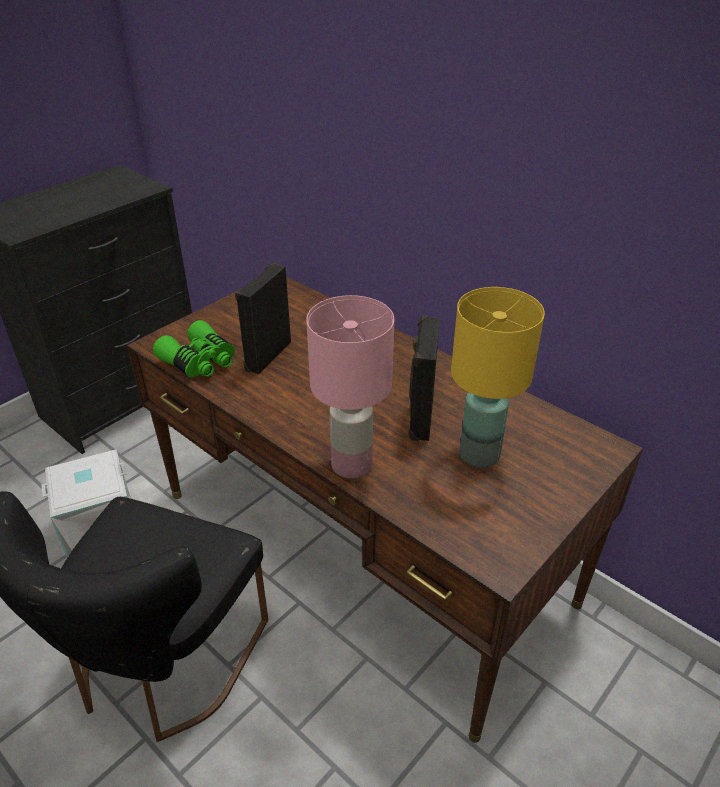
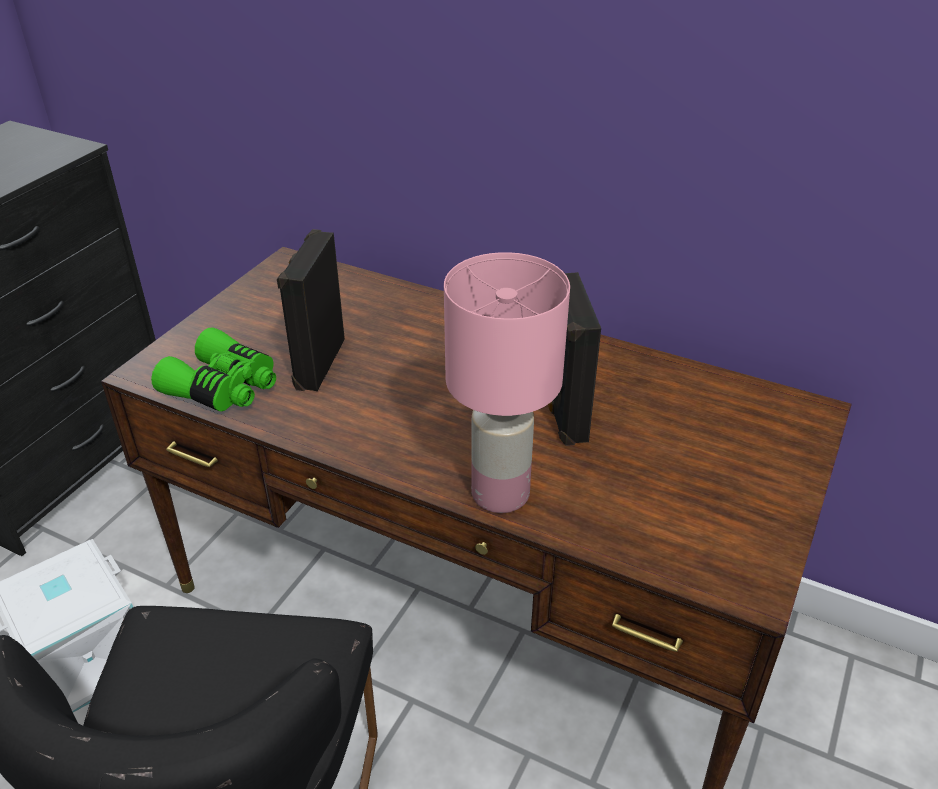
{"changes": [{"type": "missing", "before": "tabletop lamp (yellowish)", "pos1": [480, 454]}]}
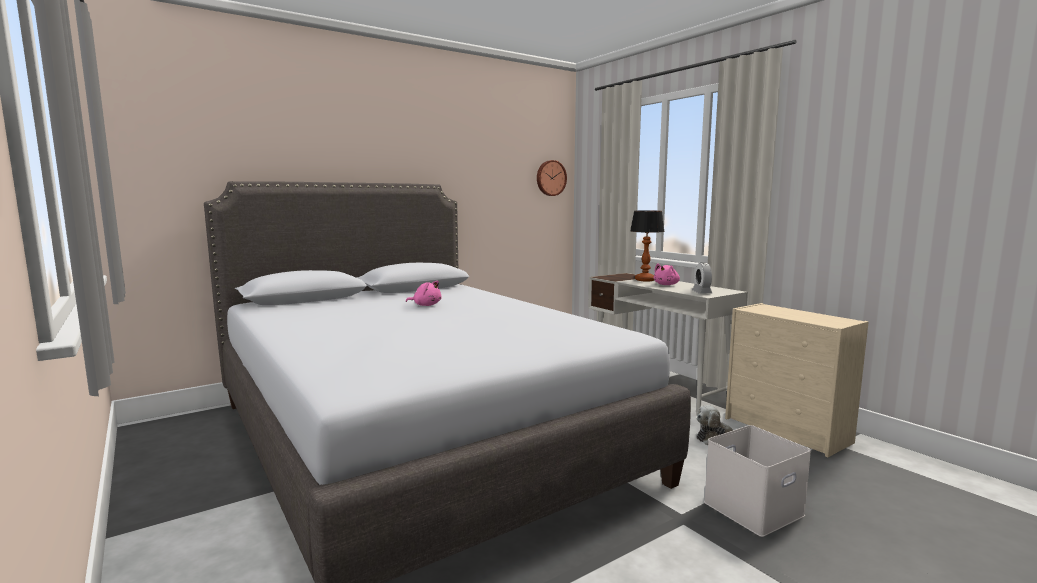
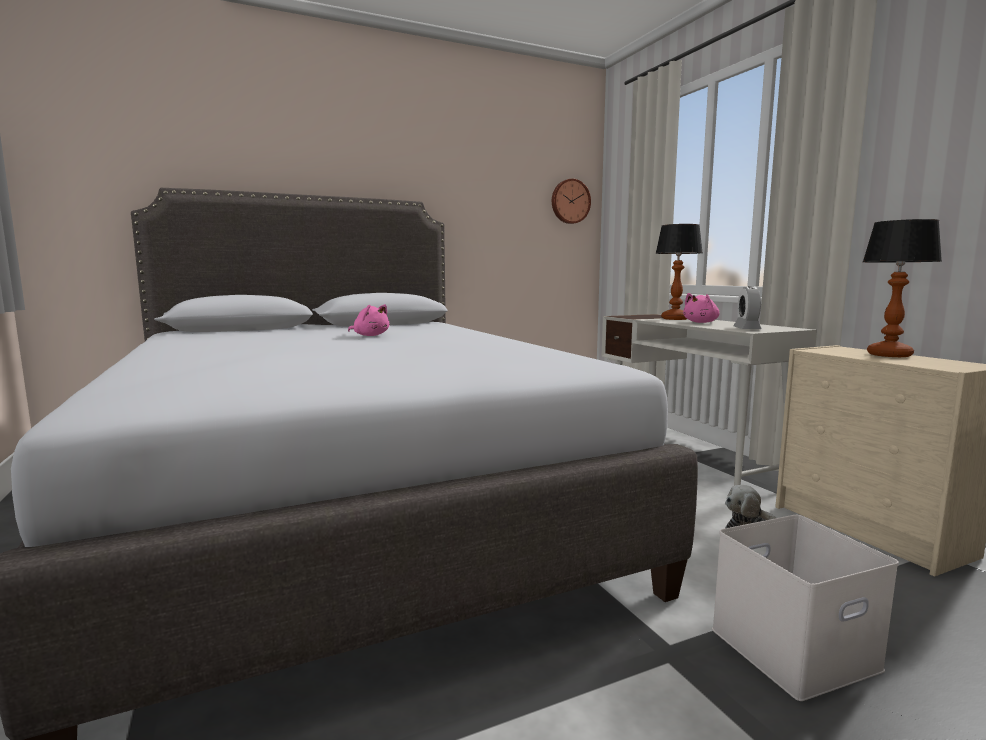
{"changes": [{"type": "appeared", "after": "tabletop lamp", "pos2": [888, 355]}]}
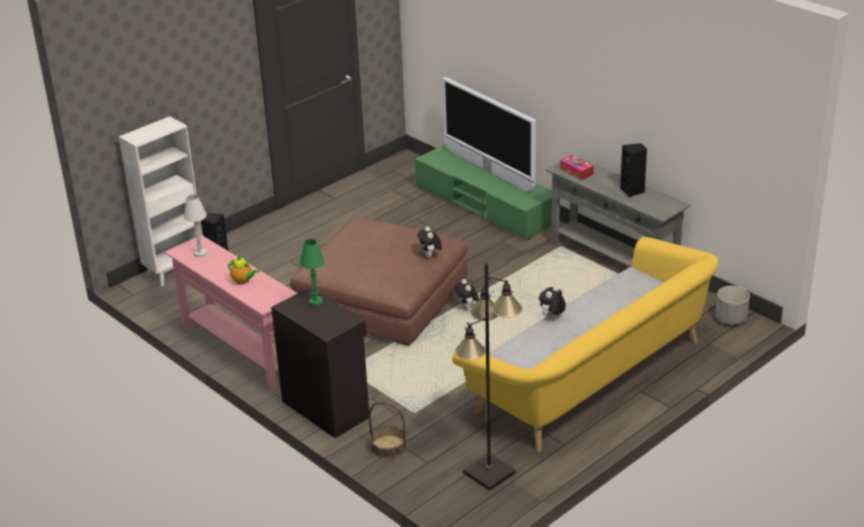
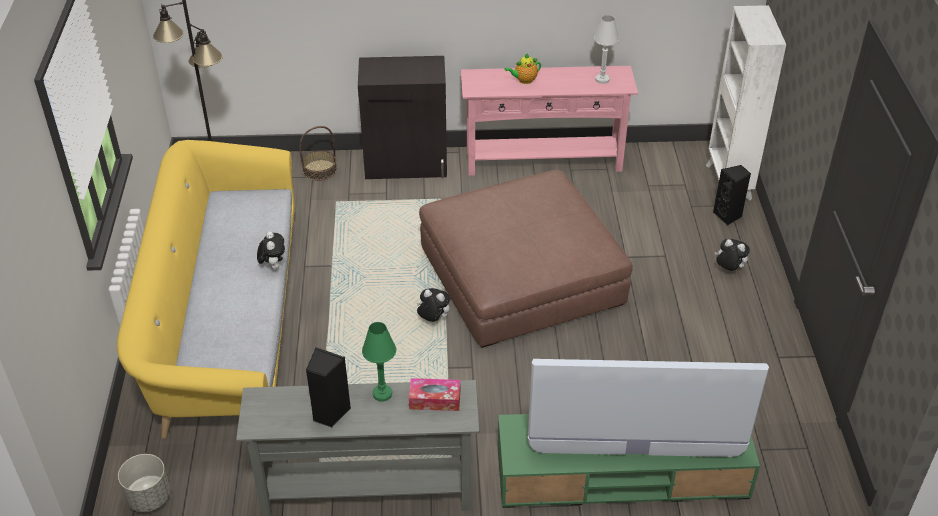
{"changes": [{"type": "relocated", "before": "tabletop lamp (green)", "pos1": [316, 302], "pos2": [382, 394]}, {"type": "relocated", "before": "plush toy", "pos1": [430, 256], "pos2": [728, 269]}]}
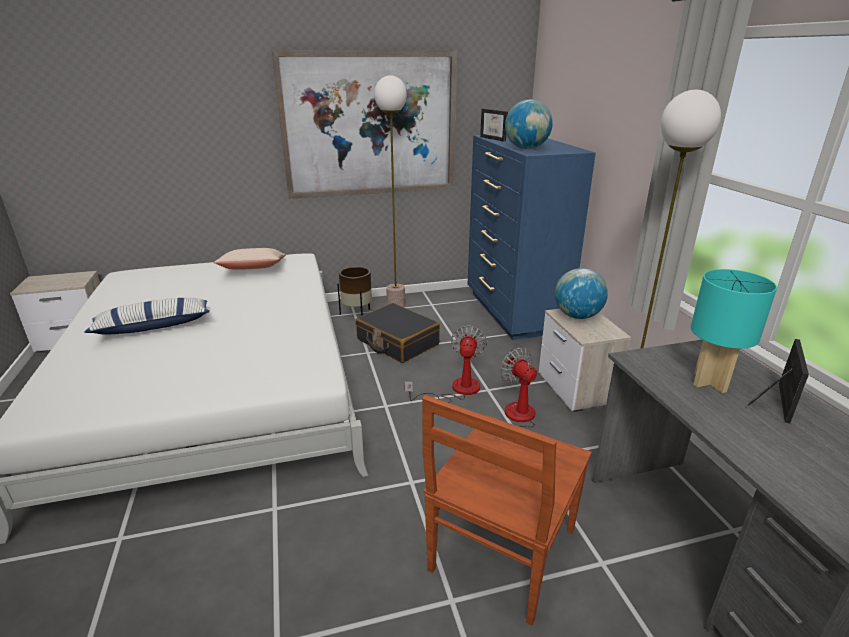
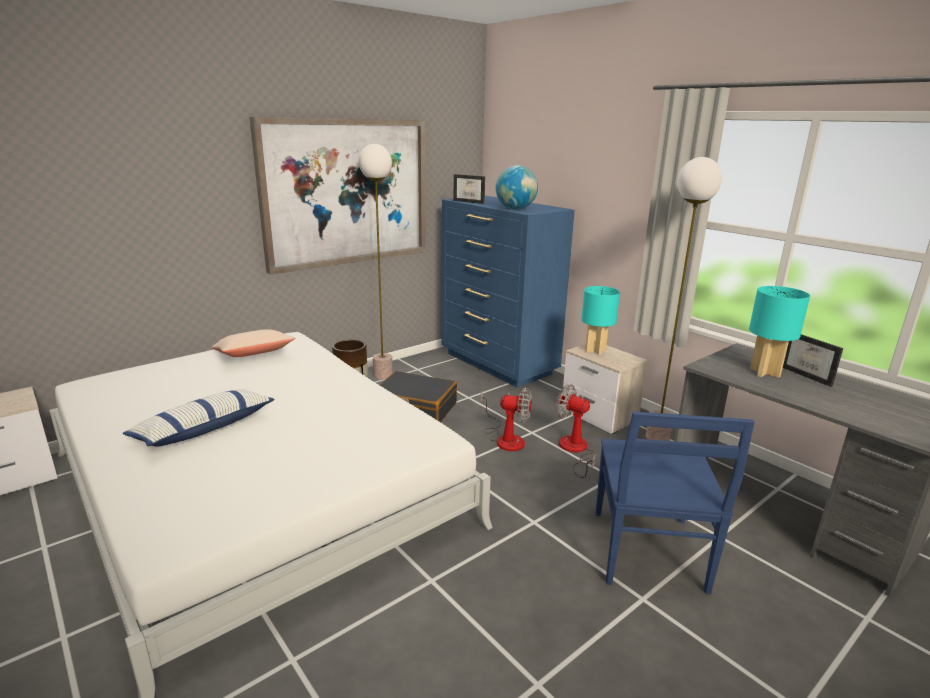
{"changes": [{"type": "spun", "before": "electric fan", "pos1": [456, 390], "pos2": [505, 438], "turn": 120}, {"type": "exchanged", "before": "globe", "after": "tabletop lamp (turquoise)", "pos1": [577, 316], "pos2": [595, 351]}, {"type": "colour", "before": "chair (brown)", "after": "chair (blue-coloured)", "pos1": [501, 552], "pos2": [647, 552]}, {"type": "spun", "before": "photo frame", "pos1": [775, 400], "pos2": [810, 375], "turn": 150}]}
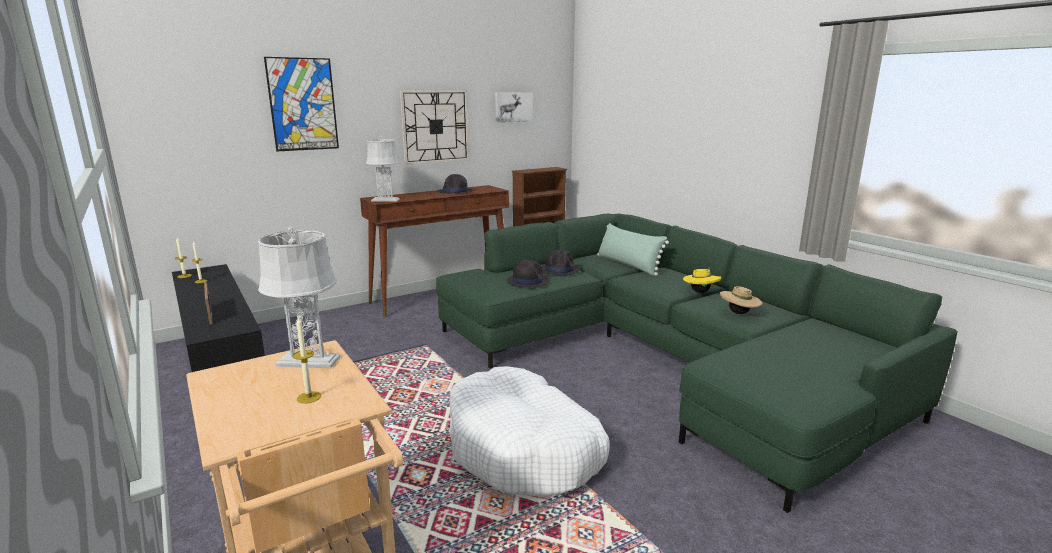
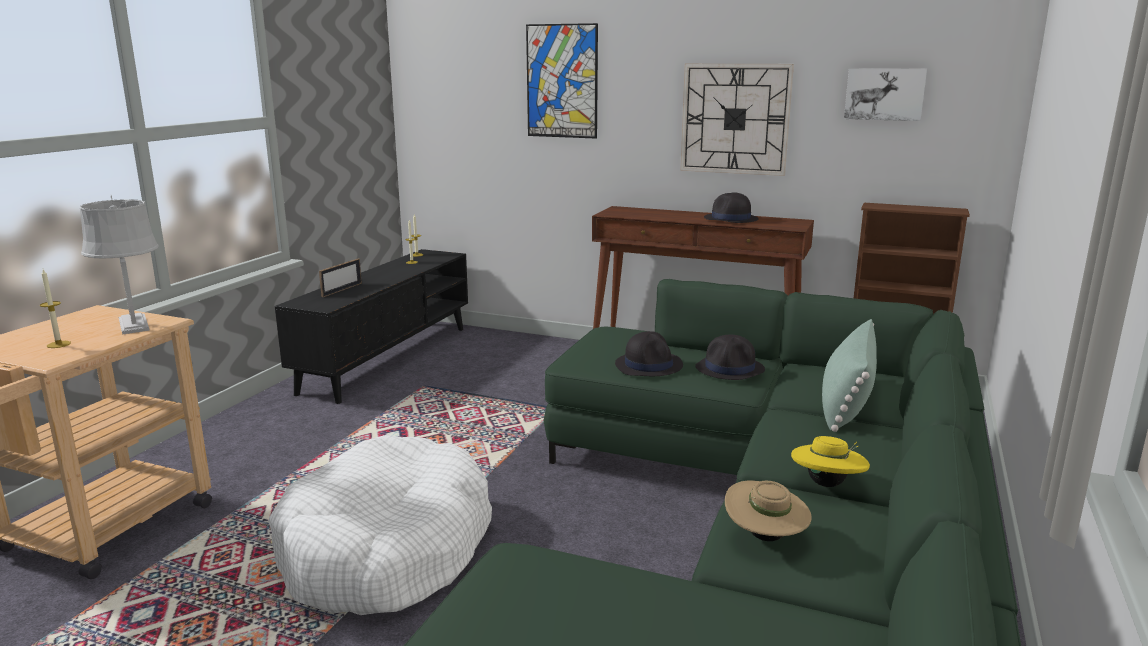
{"changes": [{"type": "missing", "before": "tabletop lamp (gray)", "pos1": [385, 200]}]}
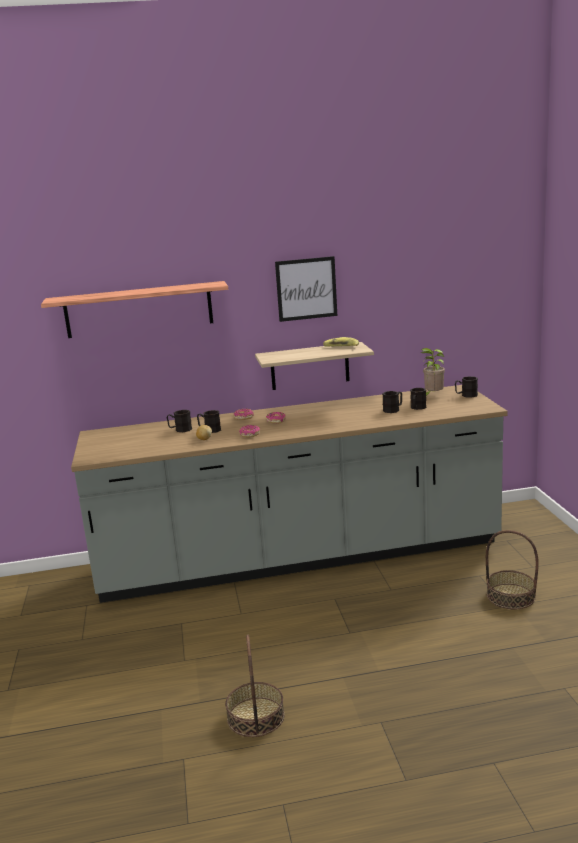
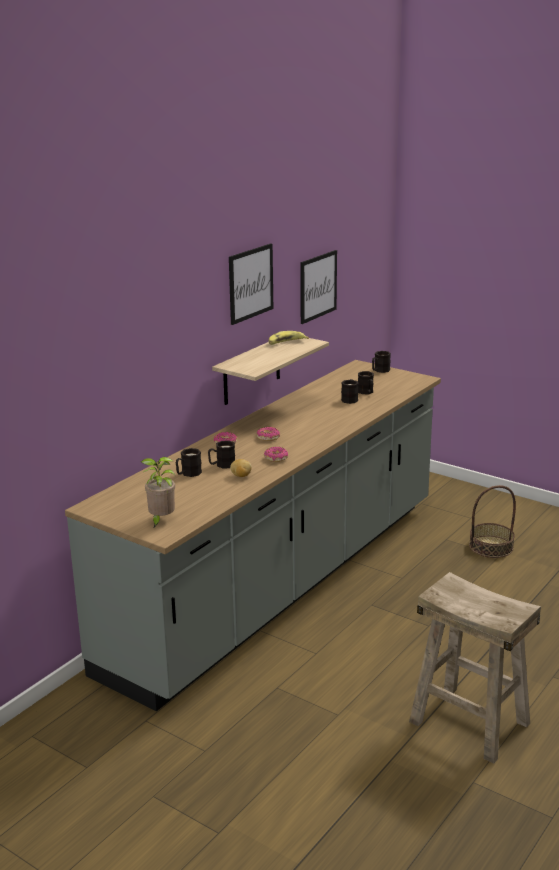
{"changes": [{"type": "relocated", "before": "potted plant", "pos1": [432, 396], "pos2": [161, 520]}, {"type": "appeared", "after": "wall art", "pos2": [318, 286]}, {"type": "exchanged", "before": "household basket", "after": "sitting stool (beige)", "pos1": [256, 717], "pos2": [470, 722]}, {"type": "missing", "before": "bracket shelf", "pos1": [139, 310]}]}
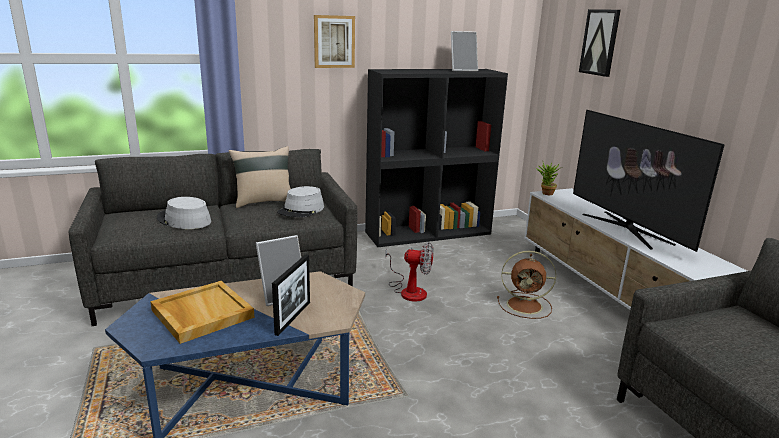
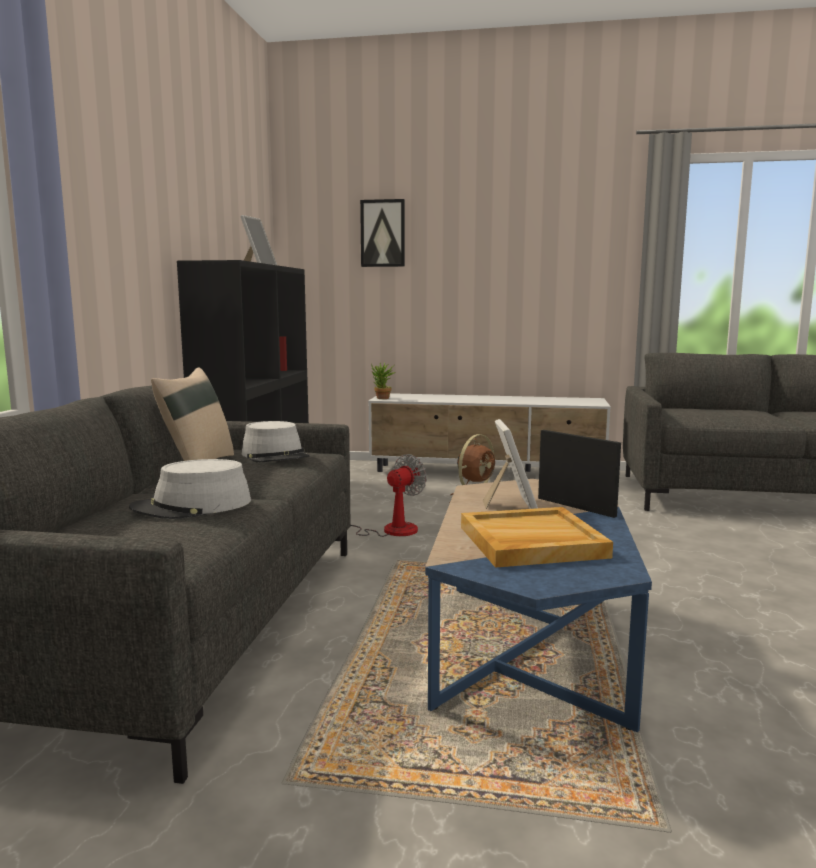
{"changes": [{"type": "missing", "before": "wall art", "pos1": [334, 41]}, {"type": "missing", "before": "TV set", "pos1": [626, 229]}]}
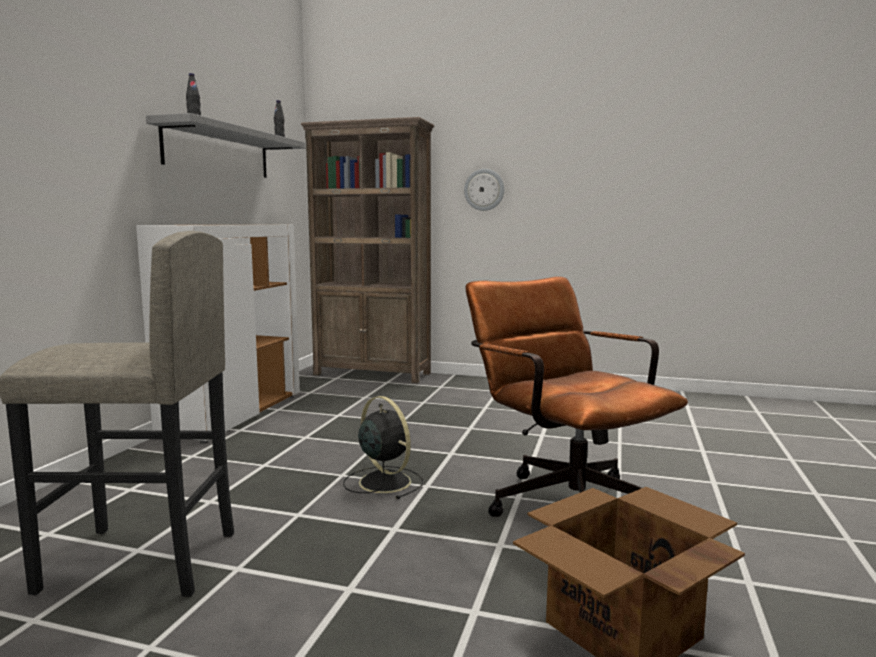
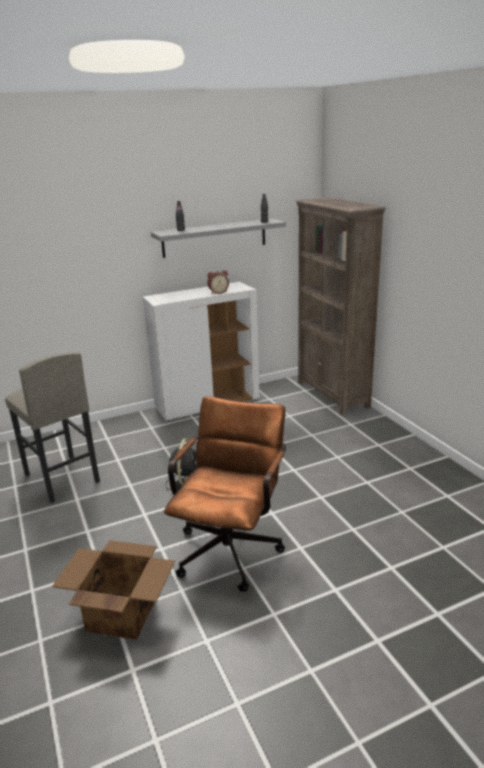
{"changes": [{"type": "appeared", "after": "bedside clock", "pos2": [218, 292]}, {"type": "missing", "before": "wall clock", "pos1": [484, 190]}]}
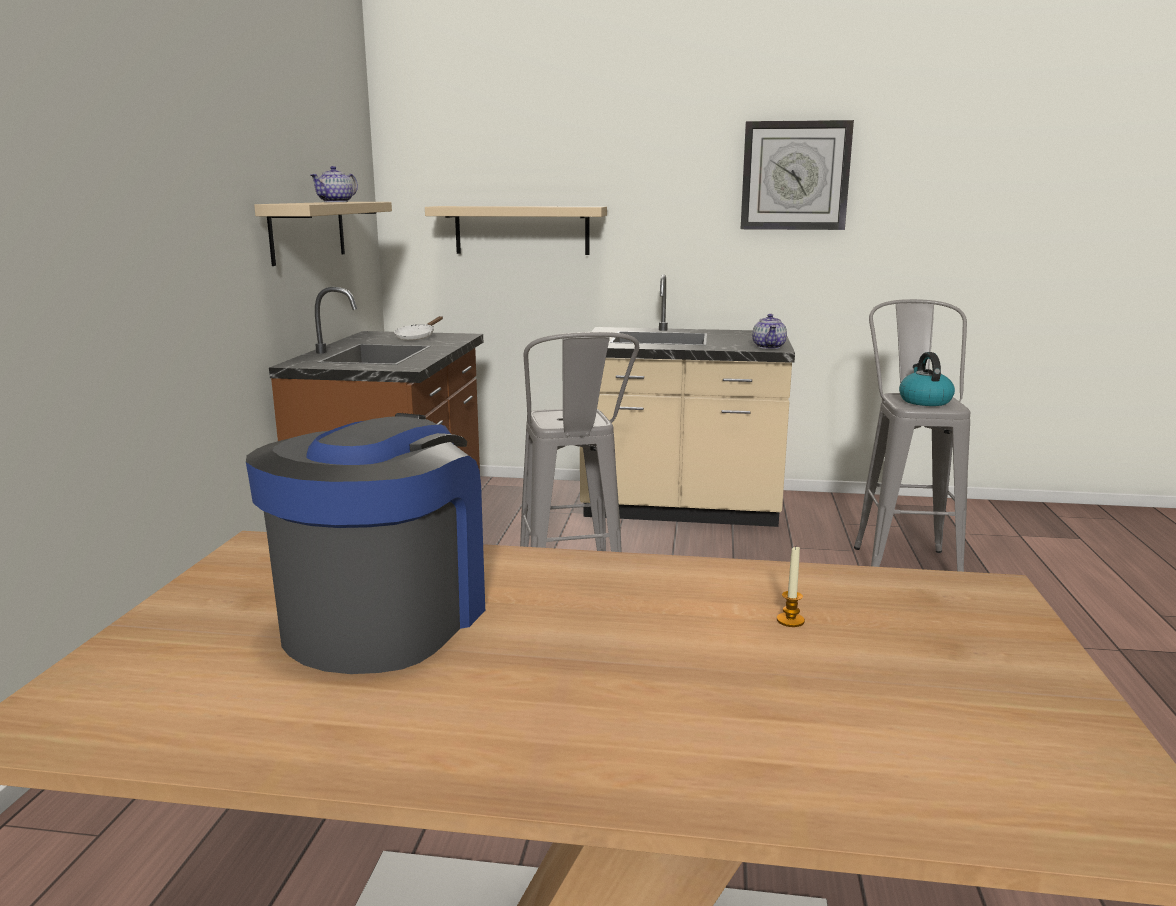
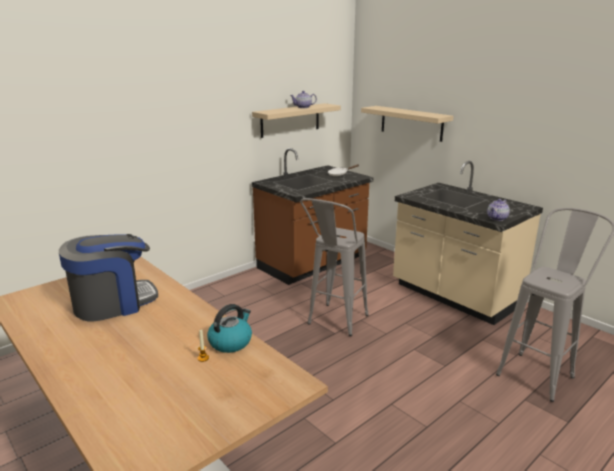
{"changes": [{"type": "relocated", "before": "kettle", "pos1": [924, 401], "pos2": [230, 342]}, {"type": "missing", "before": "wall clock", "pos1": [795, 176]}]}
